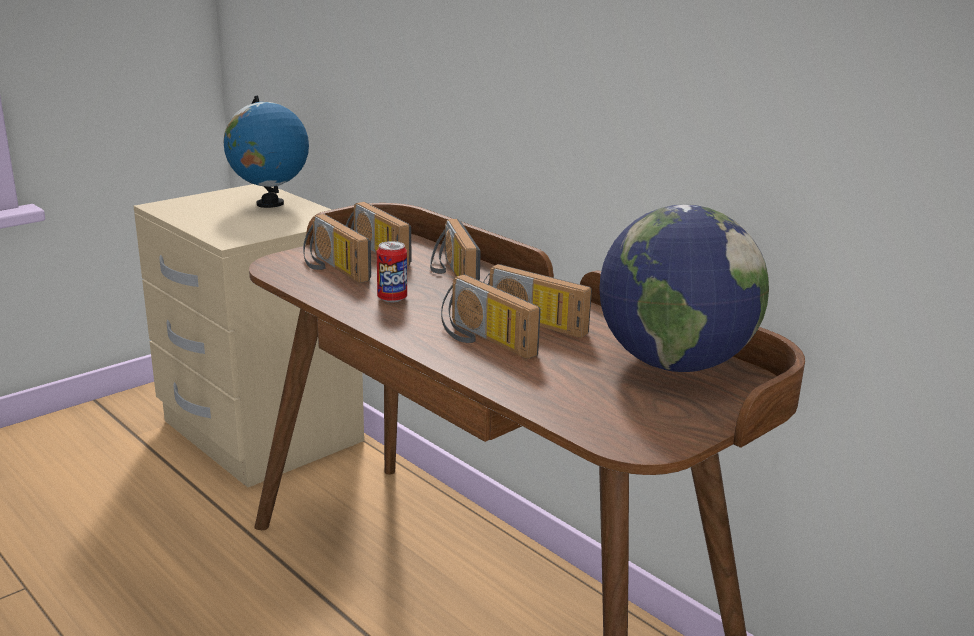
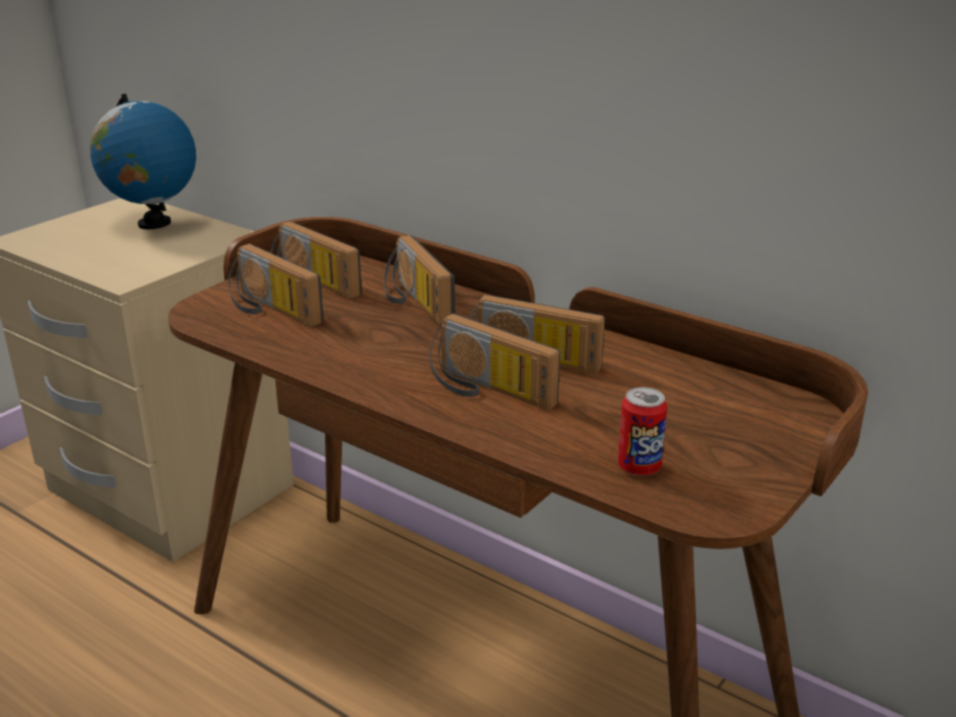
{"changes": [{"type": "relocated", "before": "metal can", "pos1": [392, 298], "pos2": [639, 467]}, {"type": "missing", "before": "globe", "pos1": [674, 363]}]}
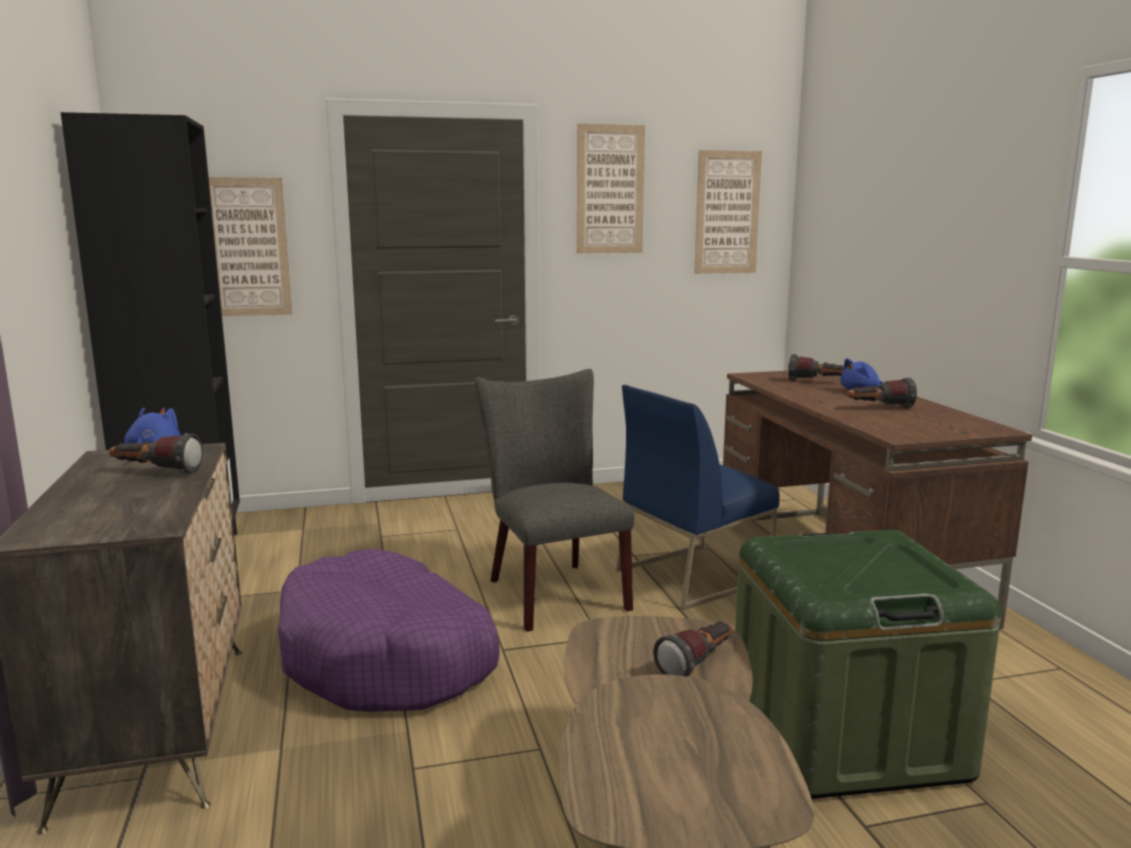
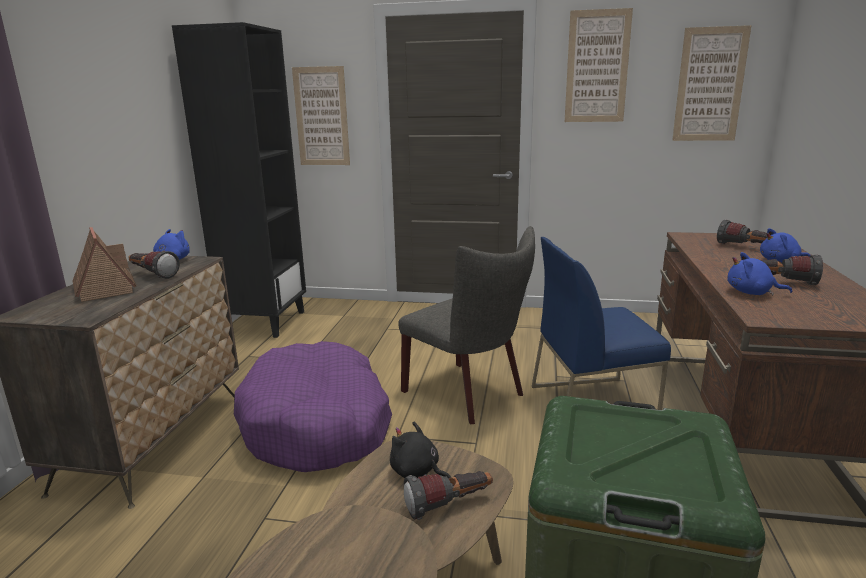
{"changes": [{"type": "appeared", "after": "miniature house", "pos2": [104, 289]}, {"type": "appeared", "after": "plush toy (black)", "pos2": [417, 472]}, {"type": "spun", "before": "chair (gray)", "pos1": [552, 591], "pos2": [469, 394], "turn": 135}, {"type": "appeared", "after": "plush toy (blue-coloured)", "pos2": [752, 293]}]}
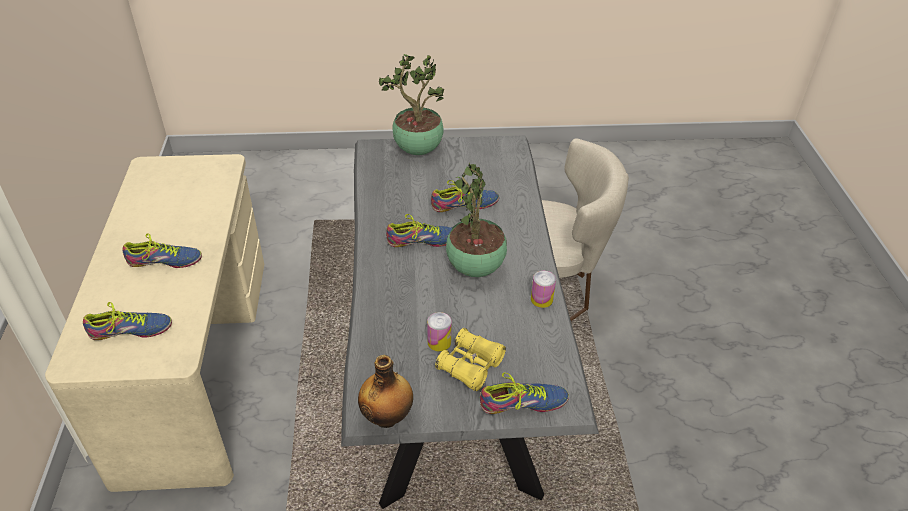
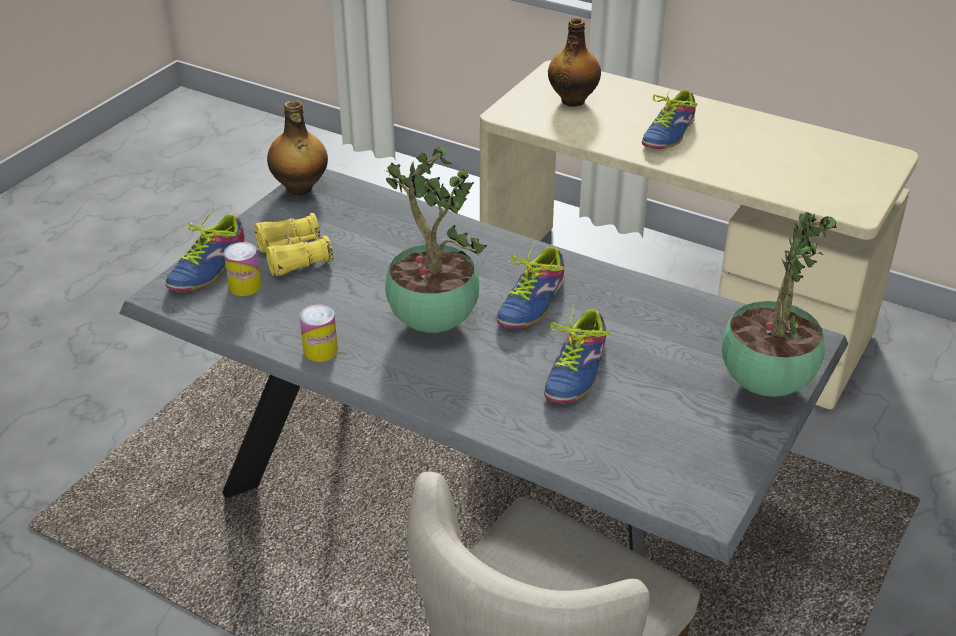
{"changes": [{"type": "relocated", "before": "metal can", "pos1": [439, 342], "pos2": [245, 286]}, {"type": "exchanged", "before": "low shoe", "after": "drink bottle", "pos1": [130, 330], "pos2": [573, 100]}]}
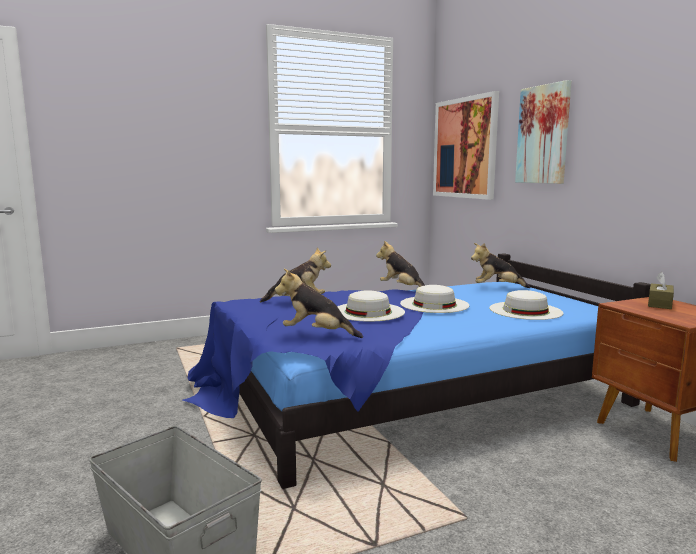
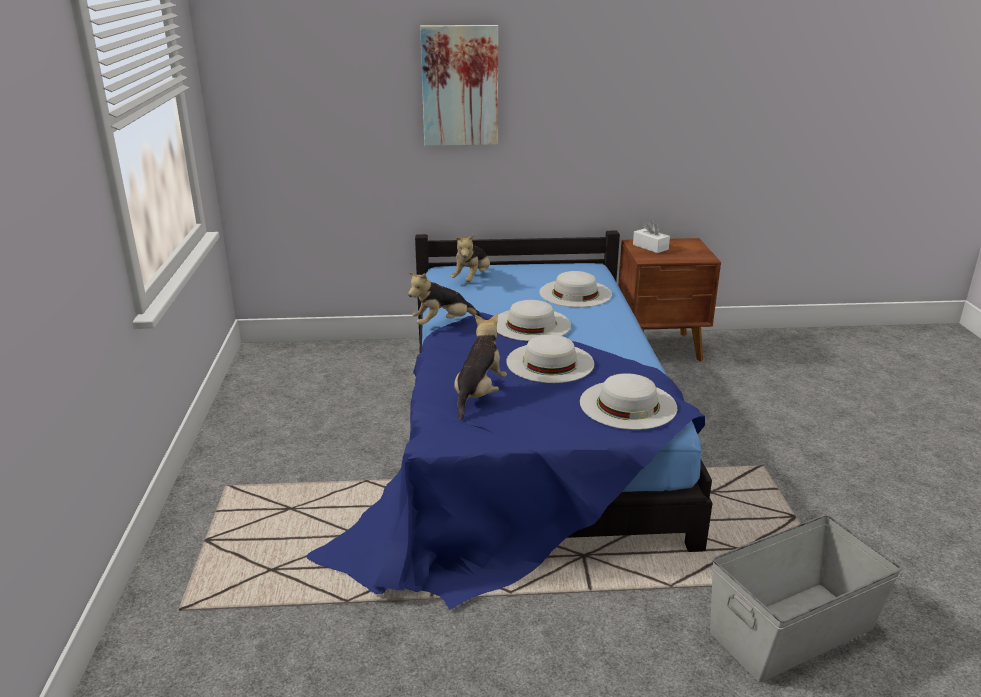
{"changes": [{"type": "exchanged", "before": "plush toy", "after": "hat (whitish)", "pos1": [317, 334], "pos2": [628, 404]}, {"type": "colour", "before": "tissue box (brown)", "after": "tissue box (whitish)", "pos1": [659, 304], "pos2": [650, 247]}, {"type": "missing", "before": "wall art", "pos1": [464, 148]}]}
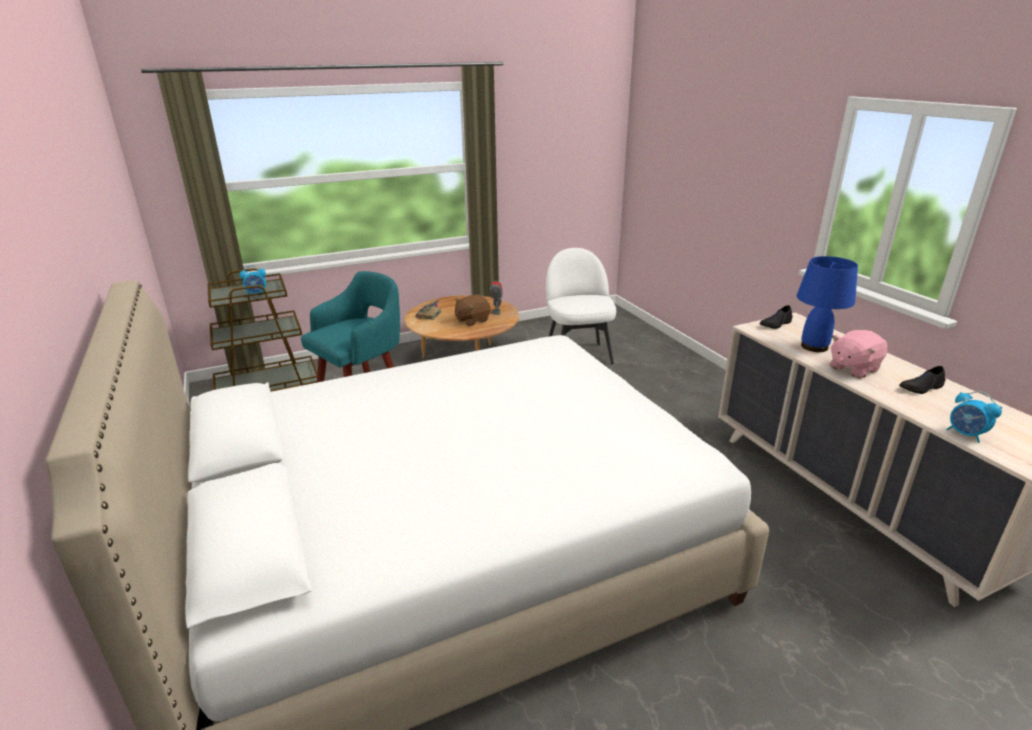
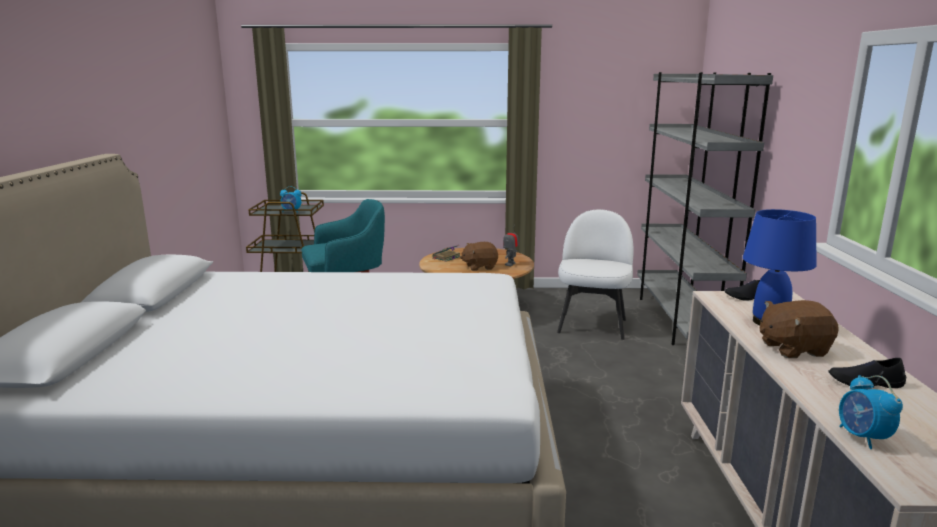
{"changes": [{"type": "appeared", "after": "bookcase (gray)", "pos2": [679, 320]}, {"type": "colour", "before": "plush toy (pink-coloured)", "after": "plush toy (brown)", "pos1": [853, 368], "pos2": [792, 349]}]}
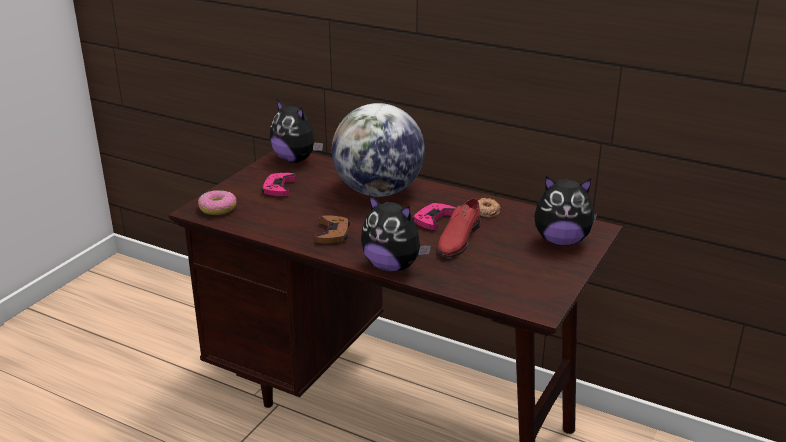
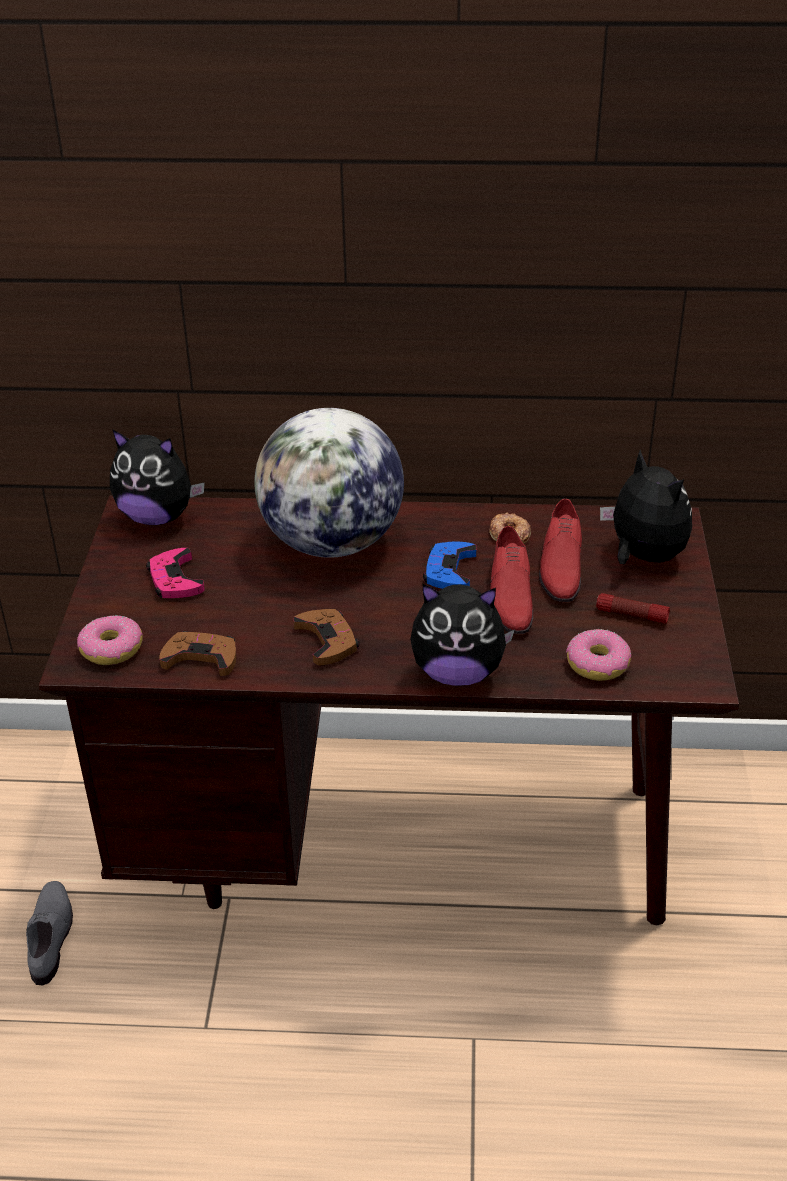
{"changes": [{"type": "appeared", "after": "low shoe (gray)", "pos2": [51, 935]}, {"type": "appeared", "after": "joypad (brown)", "pos2": [201, 658]}, {"type": "colour", "before": "joypad (pink-coloured)", "after": "joypad (blue-coloured)", "pos1": [433, 219], "pos2": [449, 571]}, {"type": "appeared", "after": "low shoe (reddish)", "pos2": [560, 565]}, {"type": "appeared", "after": "doughnut", "pos2": [598, 664]}, {"type": "appeared", "after": "flashlight", "pos2": [631, 615]}, {"type": "spun", "before": "plush toy", "pos1": [561, 241], "pos2": [643, 556], "turn": -105}]}
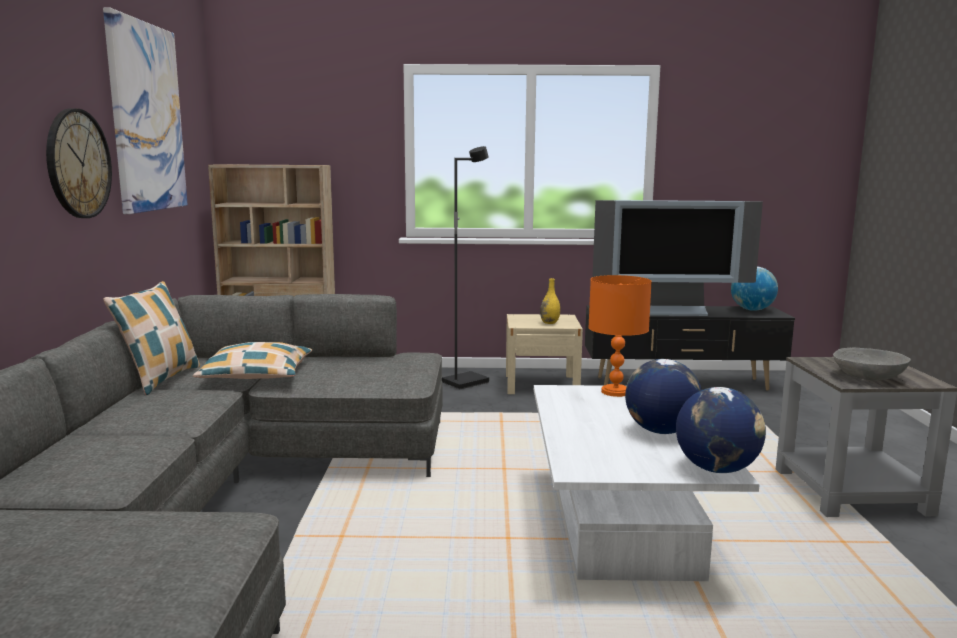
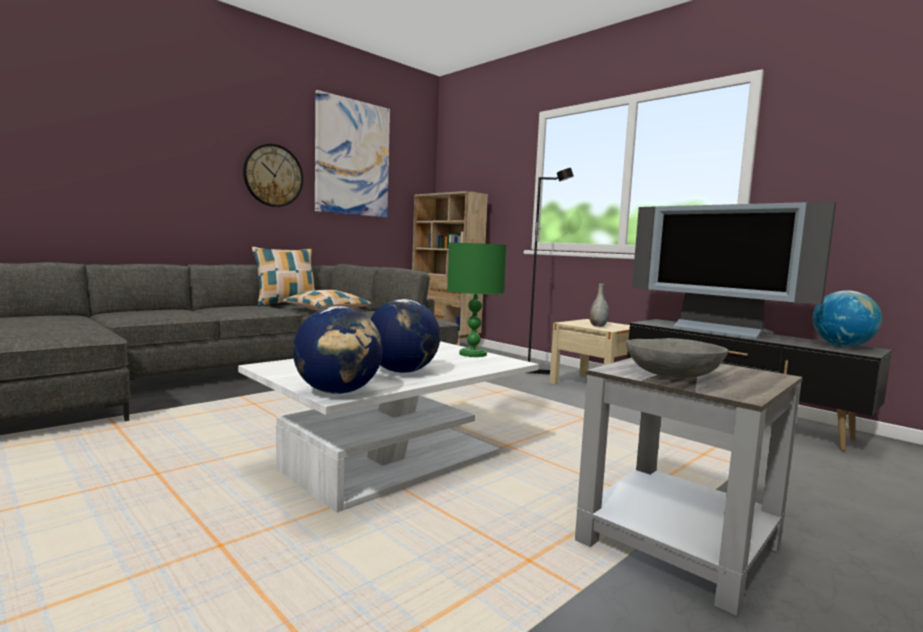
{"changes": [{"type": "colour", "before": "tabletop lamp (orange-coloured)", "after": "tabletop lamp (green)", "pos1": [615, 392], "pos2": [472, 354]}, {"type": "colour", "before": "decorative vase (yellowish)", "after": "decorative vase (gray)", "pos1": [549, 323], "pos2": [598, 326]}]}
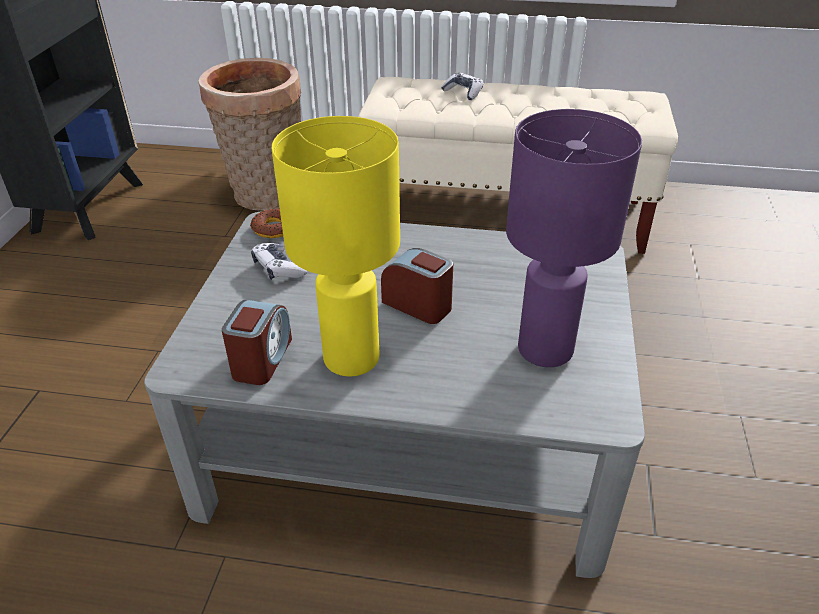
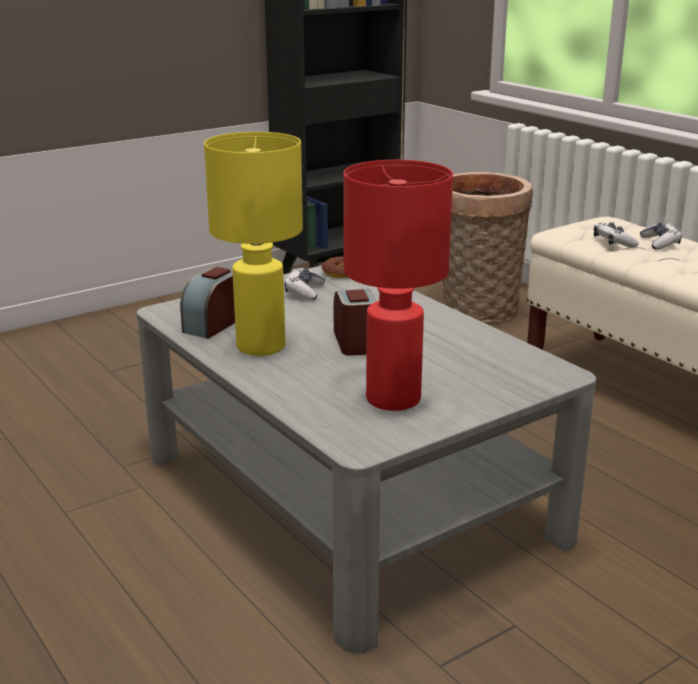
{"changes": [{"type": "spun", "before": "bedside clock", "pos1": [262, 359], "pos2": [212, 325], "turn": 150}, {"type": "colour", "before": "tabletop lamp (purple-coloured)", "after": "tabletop lamp (reddish)", "pos1": [543, 350], "pos2": [391, 399]}, {"type": "appeared", "after": "joypad", "pos2": [613, 242]}]}
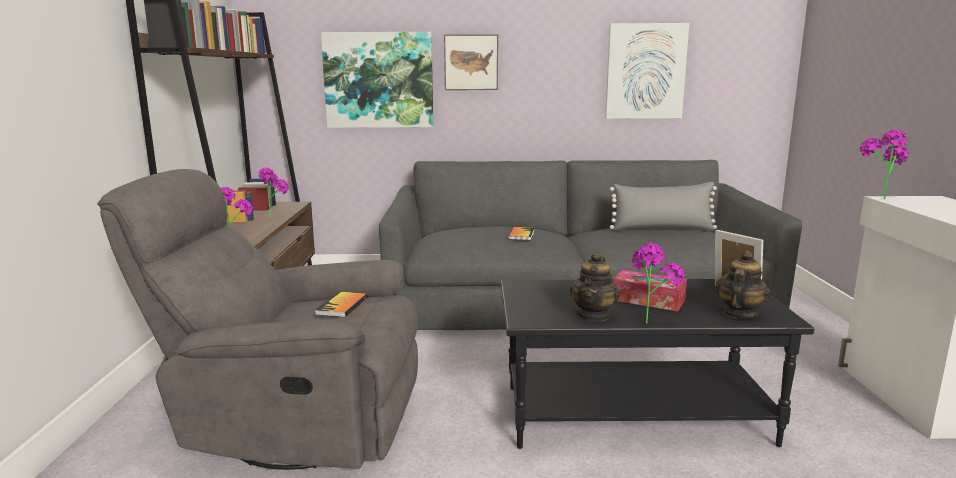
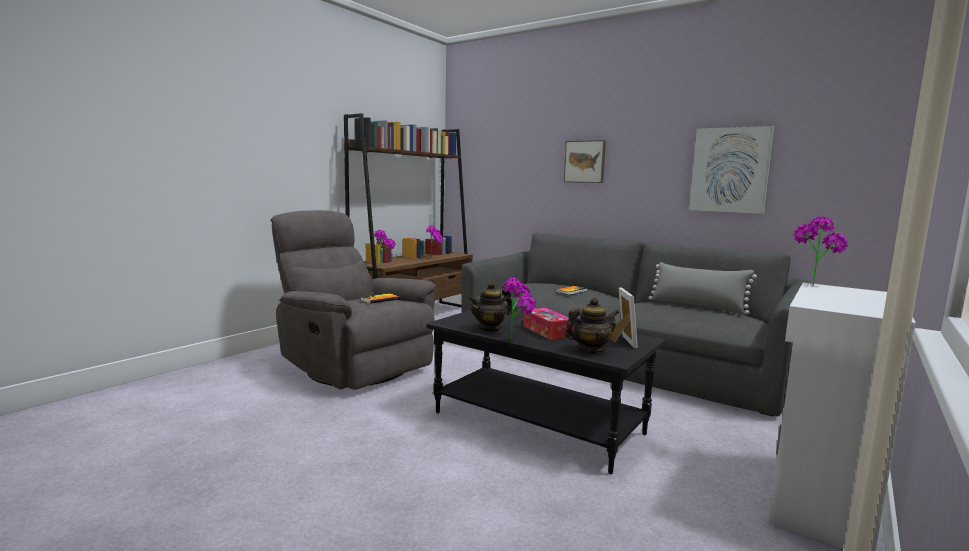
{"changes": [{"type": "missing", "before": "wall art", "pos1": [379, 80]}]}
